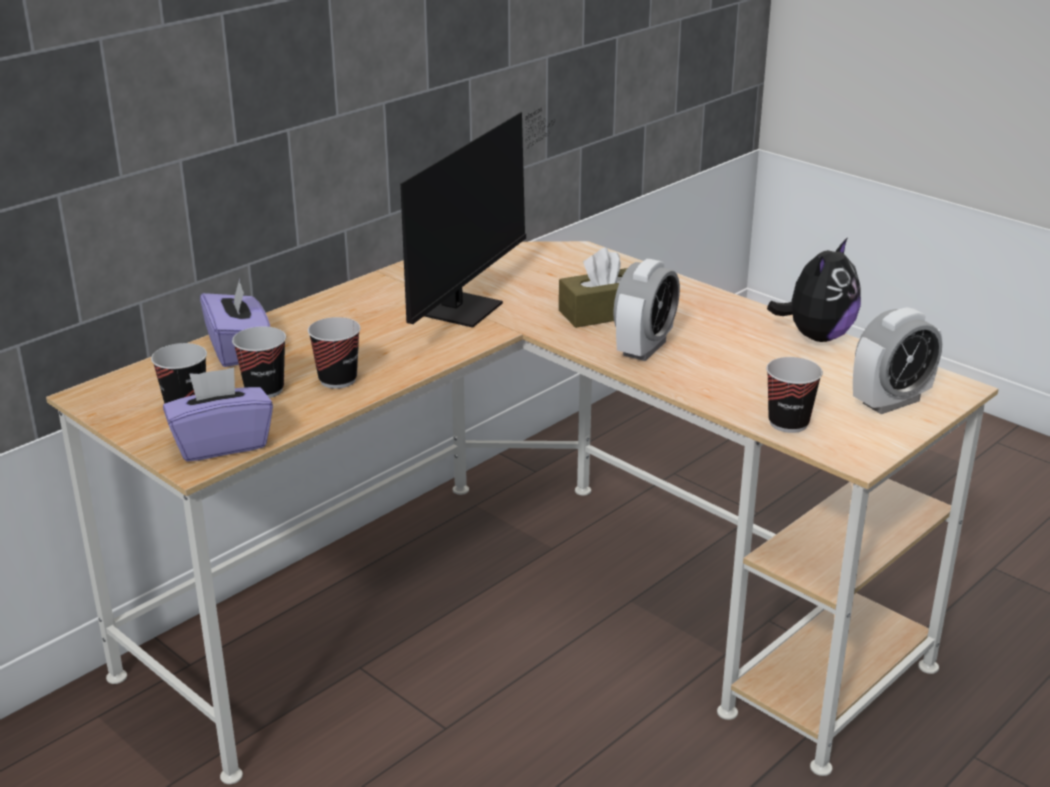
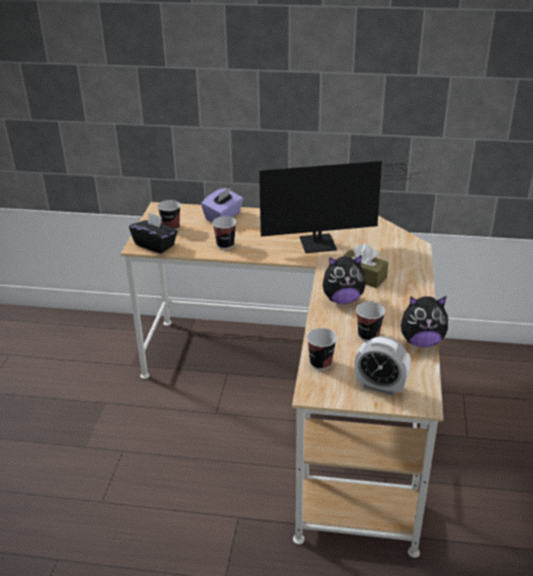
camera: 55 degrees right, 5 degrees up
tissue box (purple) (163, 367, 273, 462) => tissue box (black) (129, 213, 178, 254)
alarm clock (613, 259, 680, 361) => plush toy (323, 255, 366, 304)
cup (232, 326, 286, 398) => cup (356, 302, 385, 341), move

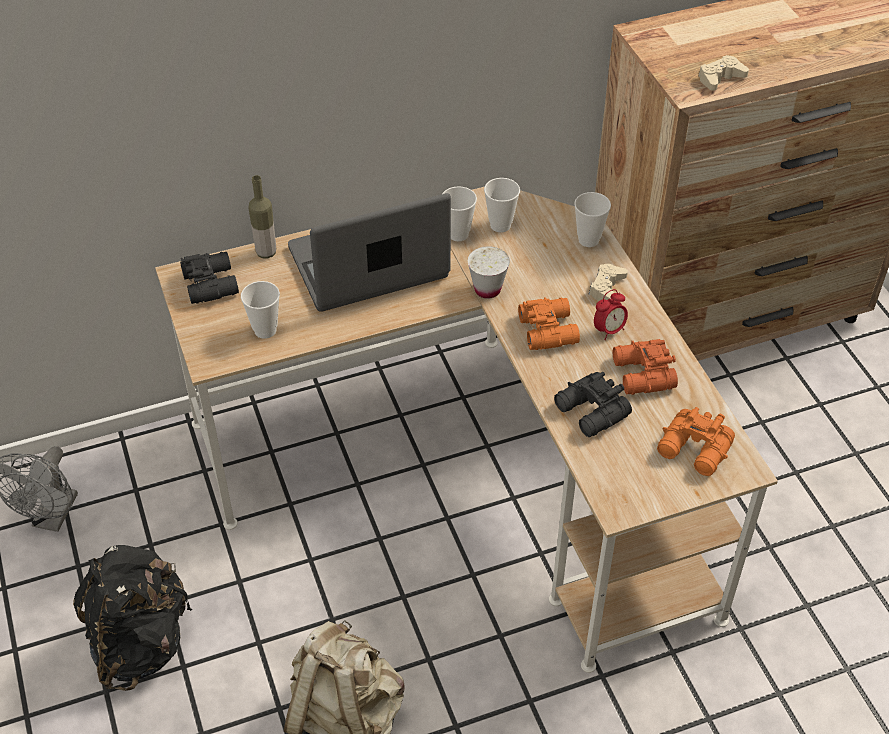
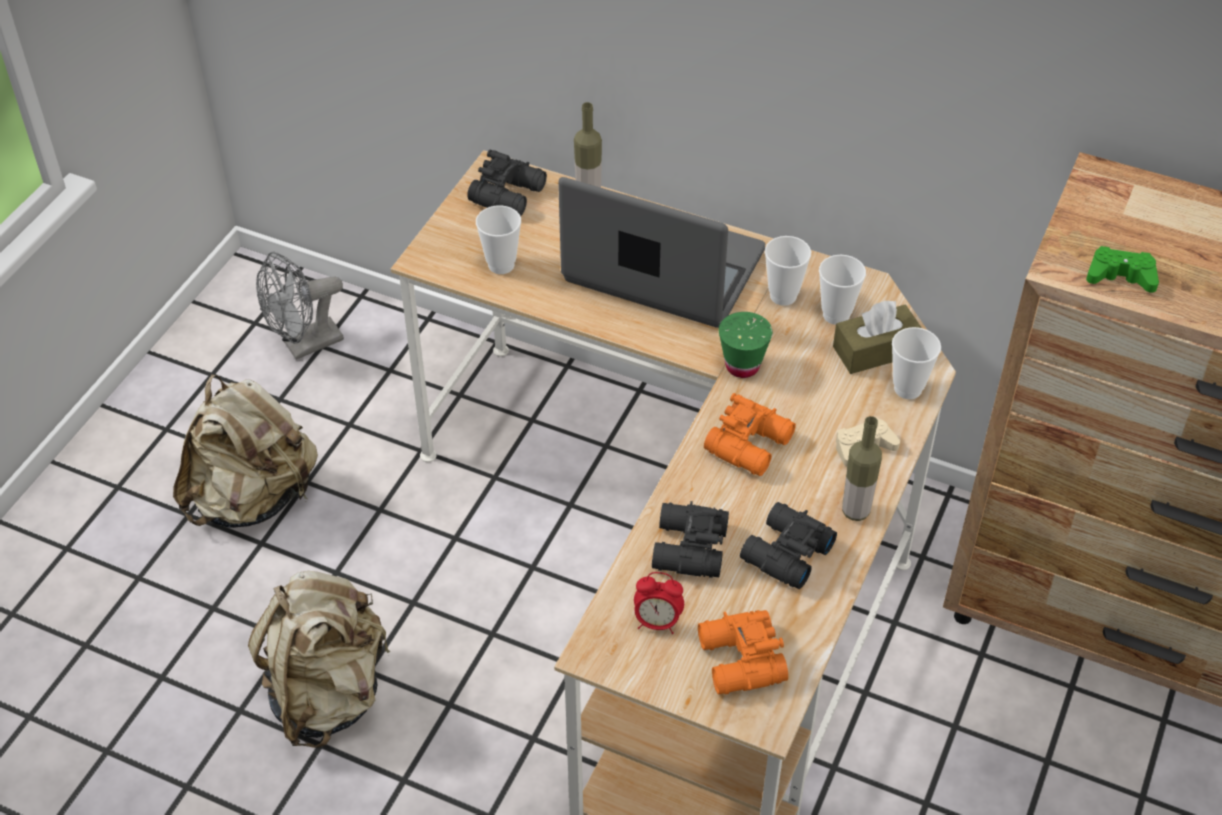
camera: 45 degrees right, 0 degrees up
backpack (black) (73, 545, 193, 691) => backpack (beige) (173, 374, 318, 528)
alarm clock (594, 289, 628, 340) => alarm clock (634, 572, 684, 634), move
cup (white) (468, 246, 510, 298) => cup (green) (719, 312, 773, 378)
binoculars (orange) (613, 339, 678, 395) => binoculars (black) (740, 502, 837, 589)
nothing => tissue box (brown) (833, 300, 922, 374)
nothing => bottle (842, 416, 882, 521)
game controller (beige) (699, 55, 749, 91) => game controller (green) (1086, 246, 1159, 293)

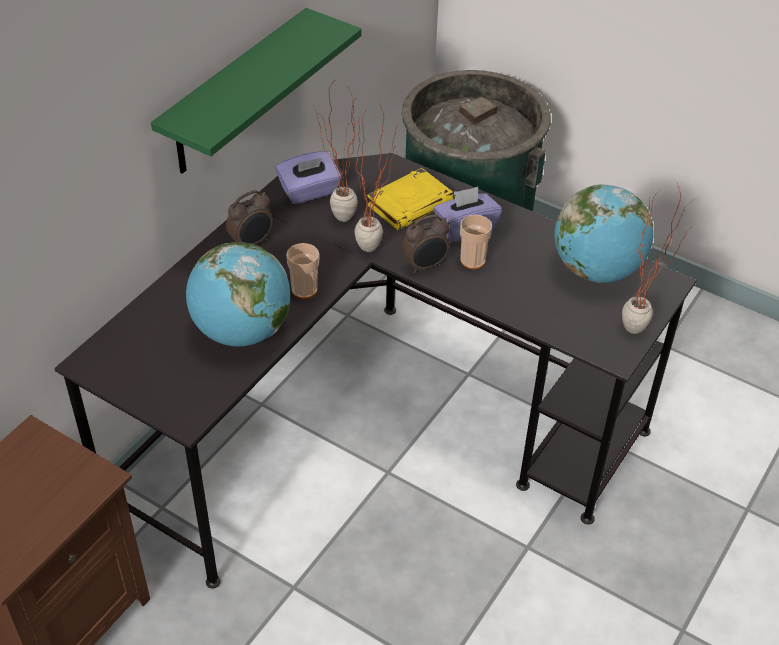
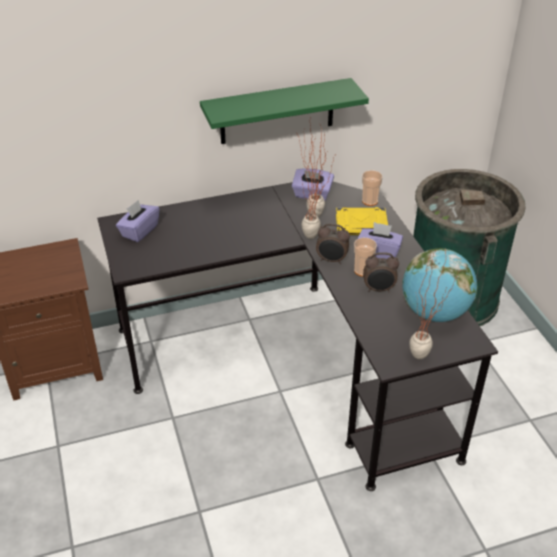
camera: 40 degrees right, 5 degrees down
nothing => tissue box (purple) (116, 200, 159, 242)
cup (286, 243, 319, 299) => cup (362, 170, 383, 206), move
alarm clock (226, 190, 273, 245) => alarm clock (363, 252, 399, 292), move
globe (186, 242, 290, 346) => nothing

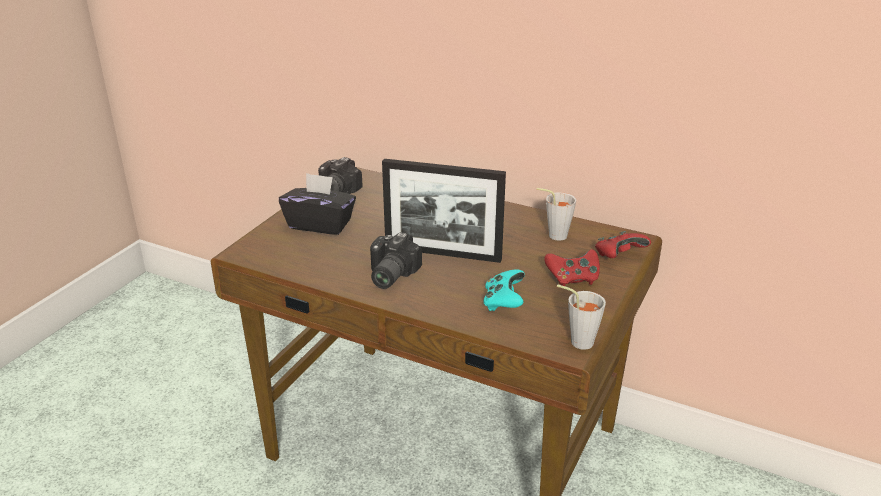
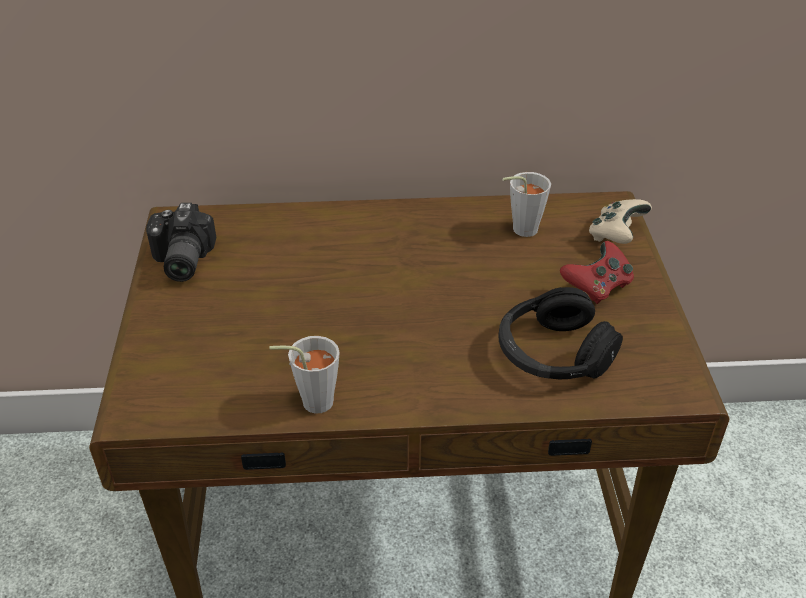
camera: 30 degrees left, 10 degrees up
cup (grey) (557, 284, 606, 350) => cup (grey) (269, 336, 340, 414), move
game controller (turquoise) (483, 269, 525, 311) => headphones (black) (498, 287, 623, 379)
game controller (red) (595, 231, 651, 258) => game controller (beige) (589, 199, 652, 244)
tissue box (black) (279, 173, 356, 235) => nothing
photo camera (370, 232, 422, 289) => nothing
picture frame (382, 159, 506, 263) => nothing

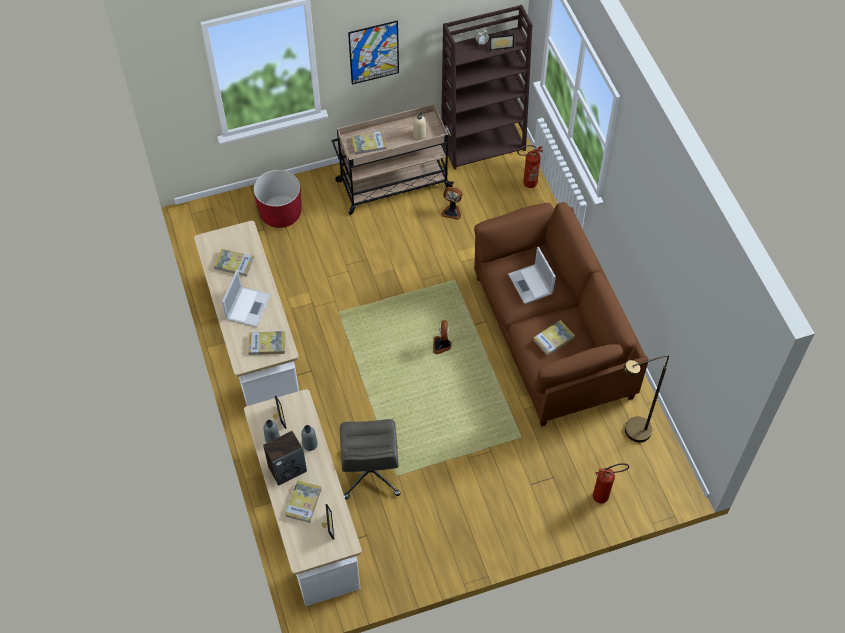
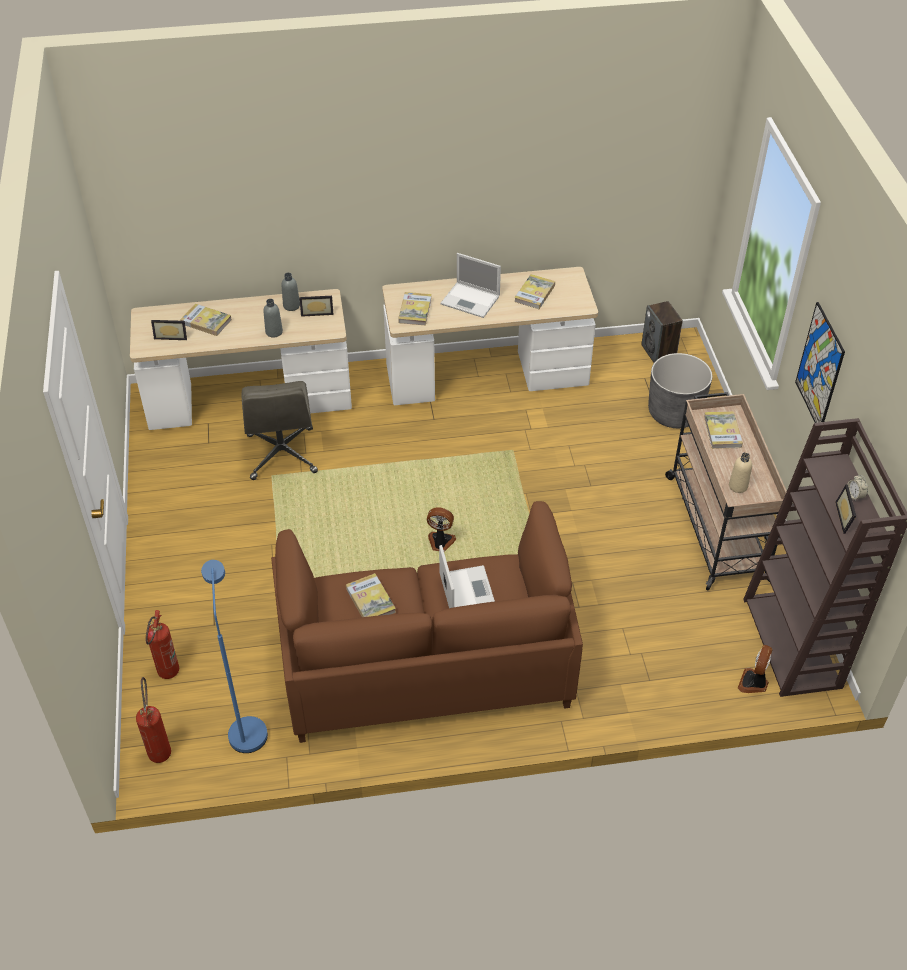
camera: 100 degrees right, 10 degrees down
fire extinguisher (517, 145, 543, 188) => fire extinguisher (136, 677, 171, 763), move
floor lamp (brown) (623, 355, 669, 442) => floor lamp (blue) (201, 560, 268, 753)
office chair (grey) (340, 419, 401, 499) => office chair (grey) (241, 381, 318, 480), 105 degrees counterclockwise
laptop (508, 247, 556, 304) => laptop (439, 545, 495, 608), 90 degrees clockwise
speaker (263, 431, 307, 486) => speaker (641, 301, 683, 363), move
planter (red) (254, 170, 302, 228) => planter (grey) (648, 353, 712, 428)
fan (441, 187, 462, 220) => fan (738, 645, 773, 693), move

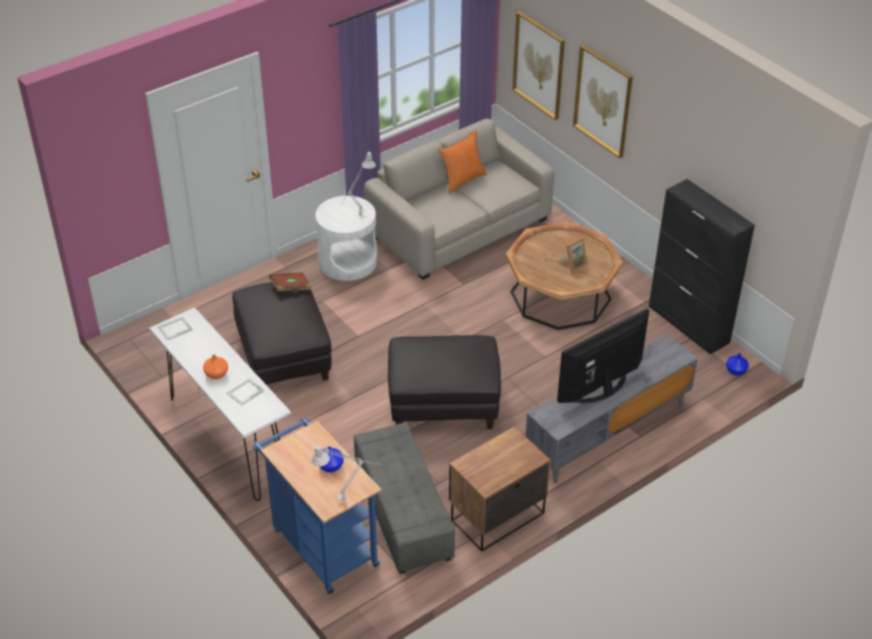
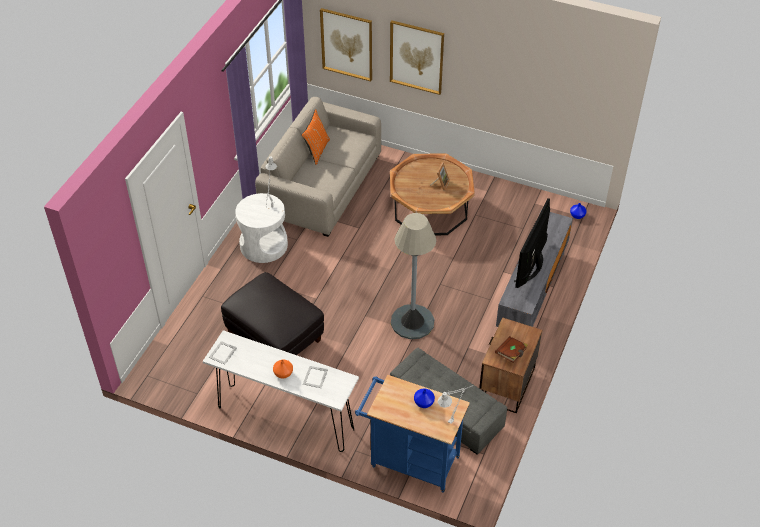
camera: 30 degrees left, 5 degrees up
ottoman (black) (388, 335, 501, 429) => floor lamp (grey) (391, 213, 436, 339)
book (brown) (269, 272, 312, 293) => book (brown) (495, 336, 528, 363), move
cabinet (black) (649, 179, 755, 355) => nothing

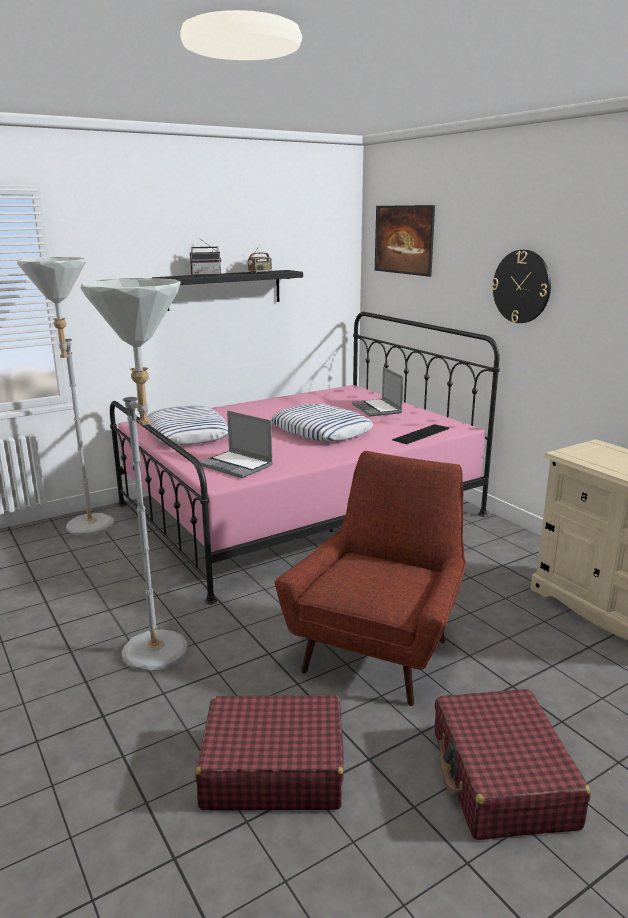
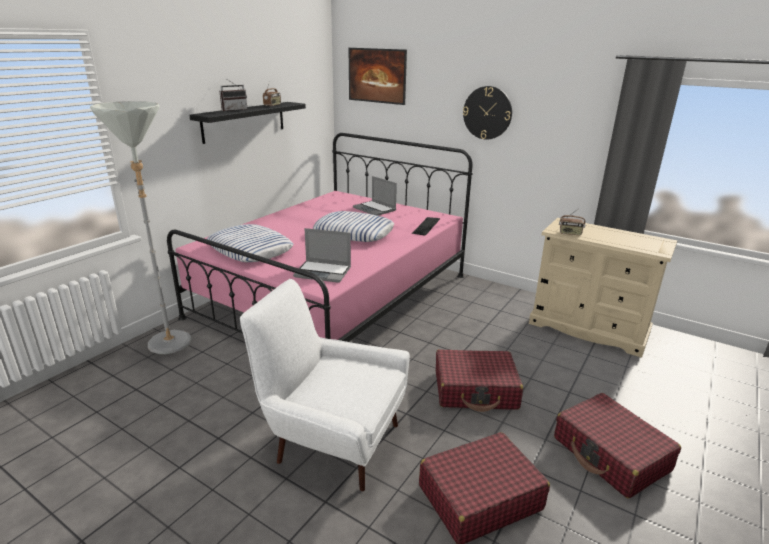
camera: 25 degrees left, 5 degrees up
floor lamp (grey) (81, 278, 187, 671) => armchair (white) (240, 279, 410, 491)
armchair (red) (275, 451, 466, 706) => suitcase (red) (436, 349, 523, 412)
nothing => radio (559, 209, 585, 235)

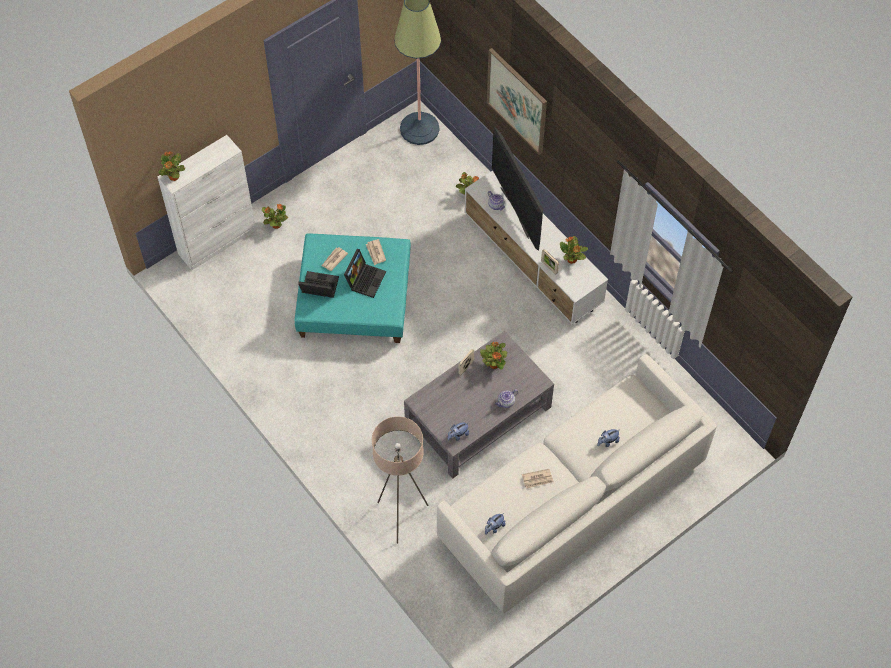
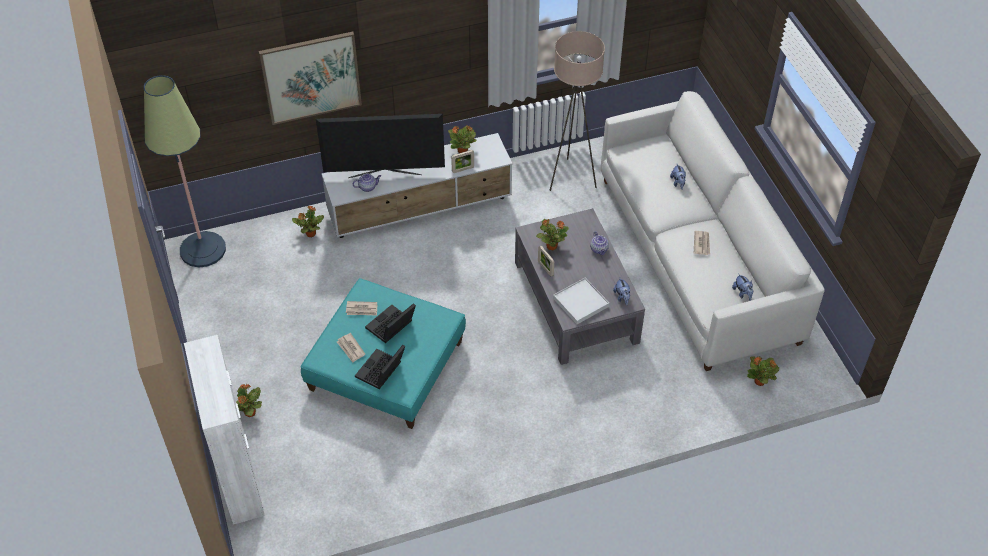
camera: 70 degrees left, 10 degrees down
laptop (344, 249, 386, 298) => laptop (365, 303, 416, 343), 90 degrees counterclockwise
floor lamp (beige) (372, 416, 428, 544) => floor lamp (beige) (549, 31, 605, 191), move
nothing => tray (white) (553, 278, 609, 324)
potted plant (158, 151, 185, 181) => potted plant (747, 356, 779, 386), move

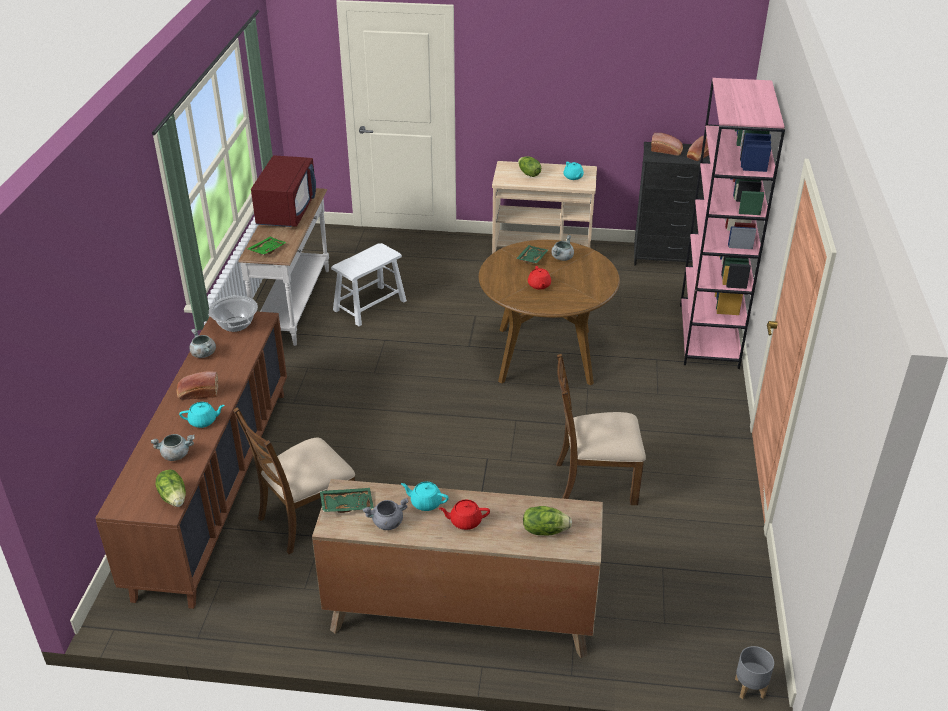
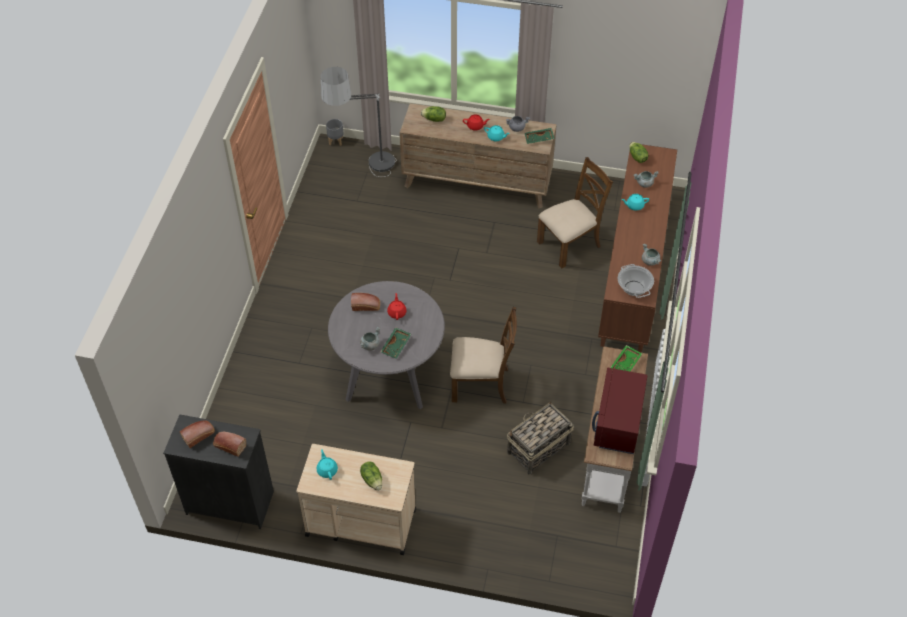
camera: 175 degrees left, 15 degrees up
nothing => floor lamp (321, 67, 396, 177)
dining table (brown) (479, 240, 620, 385) => dining table (grey) (328, 281, 445, 409)
bread (177, 371, 219, 400) => bread (351, 293, 380, 311), move
chair (brown) (556, 354, 646, 505) => chair (brown) (450, 307, 517, 403), move
stool (white) (331, 243, 407, 326) => basket (507, 401, 574, 474)
bookcase (pink) (680, 78, 785, 369) => nothing

